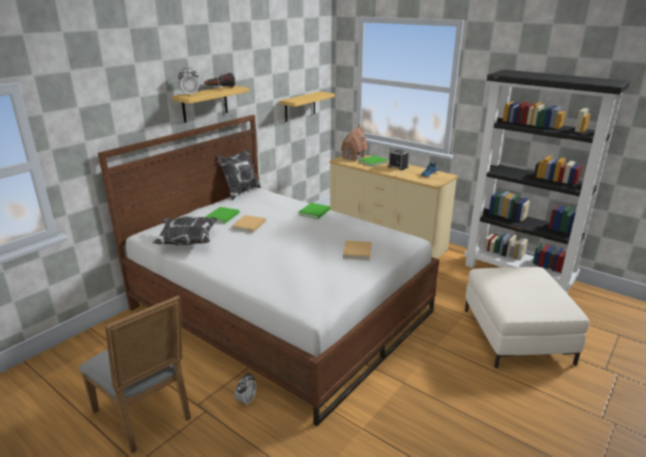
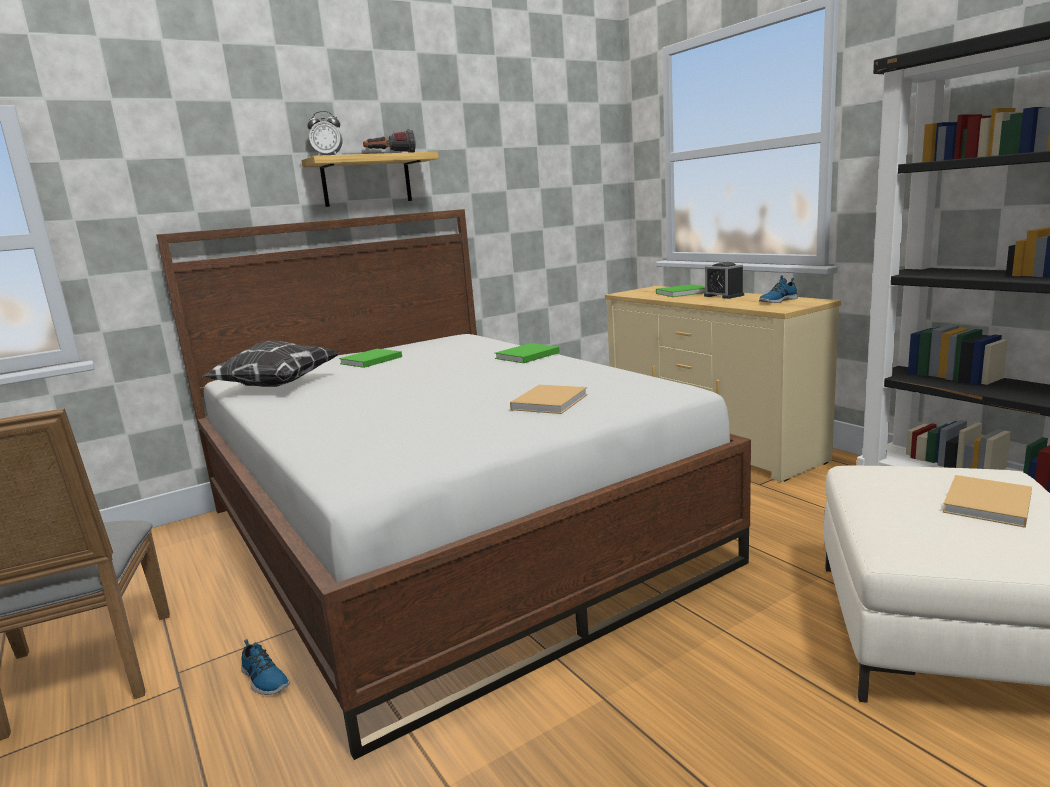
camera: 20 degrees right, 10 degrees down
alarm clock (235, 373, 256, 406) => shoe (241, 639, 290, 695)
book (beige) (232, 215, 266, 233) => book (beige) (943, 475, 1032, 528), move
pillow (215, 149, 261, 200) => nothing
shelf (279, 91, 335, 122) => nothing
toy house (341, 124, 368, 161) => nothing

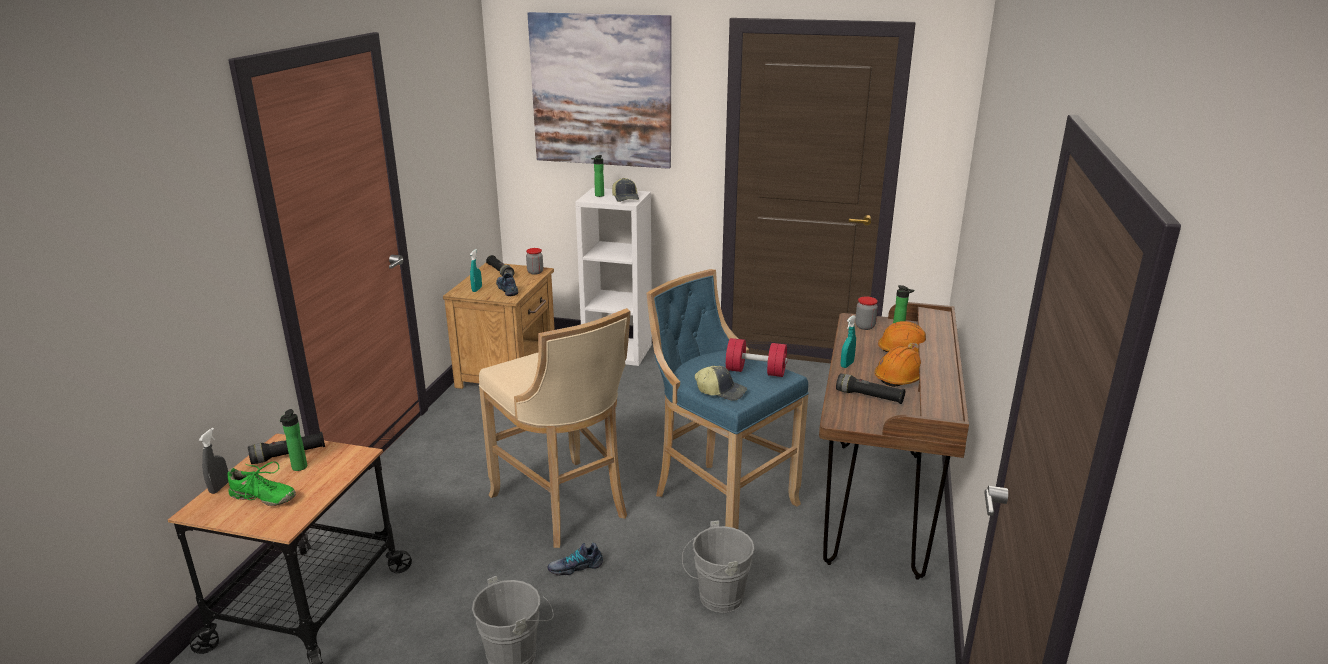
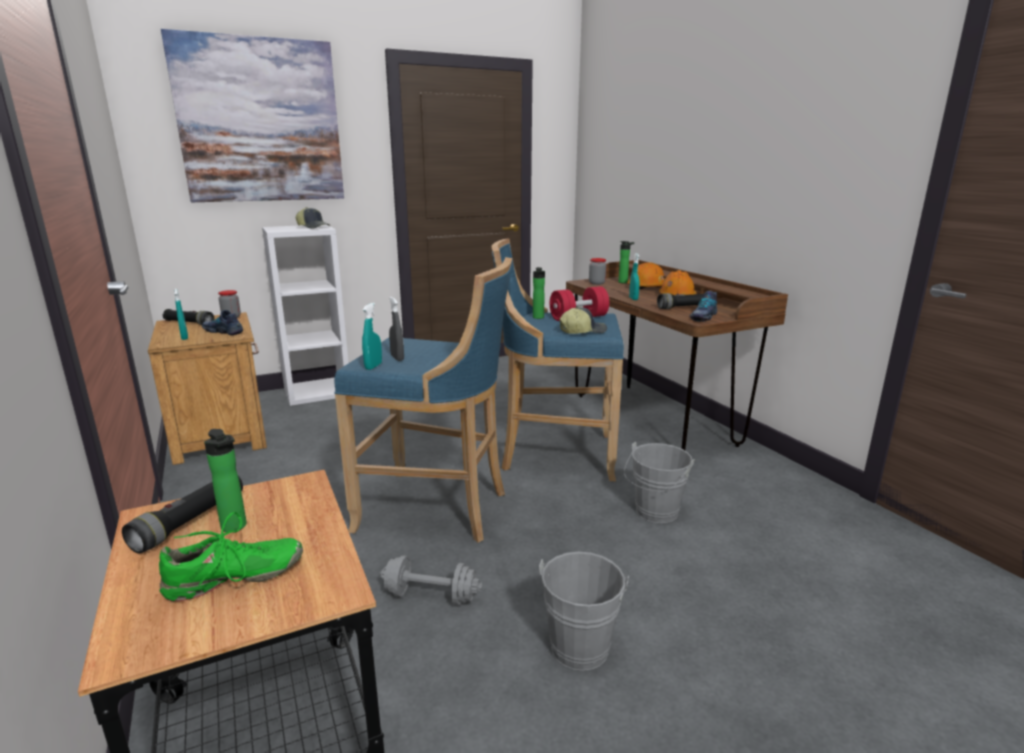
camera: 40 degrees left, 5 degrees down
stool (beige) (479, 308, 631, 548) => stool (blue) (334, 257, 512, 543)
nothing => spray bottle (turquoise) (362, 303, 382, 370)
nothing => dumbbell (grey) (380, 555, 482, 605)
spray bottle (grey) (199, 428, 228, 494) => spray bottle (grey) (389, 297, 404, 361), move
bottle (591, 155, 604, 197) => bottle (533, 267, 545, 319), move
shoe (547, 543, 603, 576) => shoe (690, 291, 717, 322), move

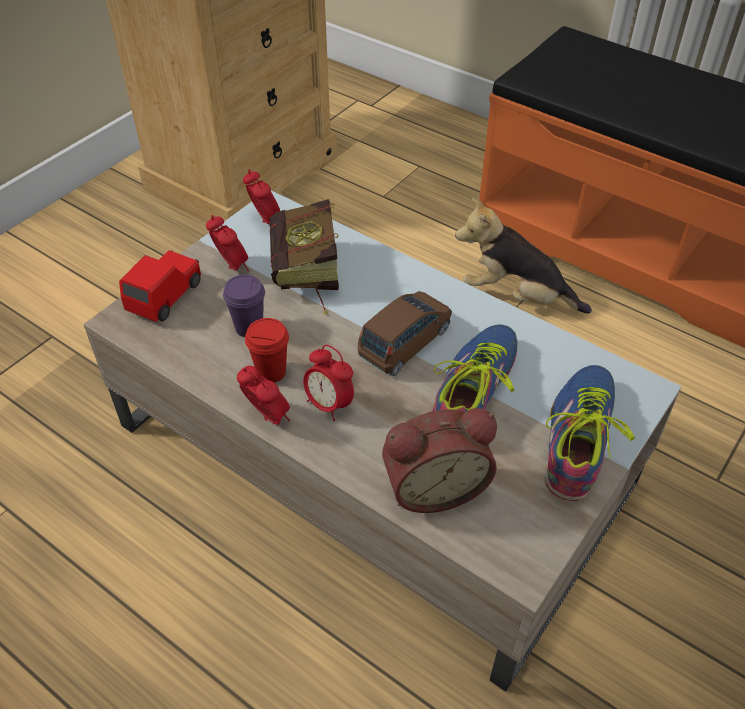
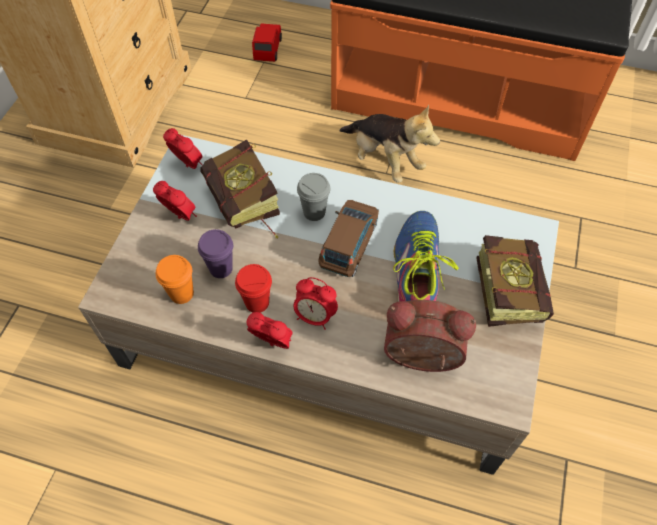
camera: 20 degrees left, 10 degrees up
nothing => cup (orange) (156, 255, 194, 304)
toy car (red) (119, 250, 201, 322) => toy car (red) (252, 24, 282, 62), move
nothing => cup (grey) (297, 173, 330, 221)
plush toy (455, 198, 592, 313) => plush toy (339, 105, 440, 182), 135 degrees counterclockwise
alarm clock (382, 408, 497, 513) => alarm clock (384, 300, 476, 372), 135 degrees counterclockwise
shoe (545, 365, 635, 501) => book (477, 235, 554, 327)

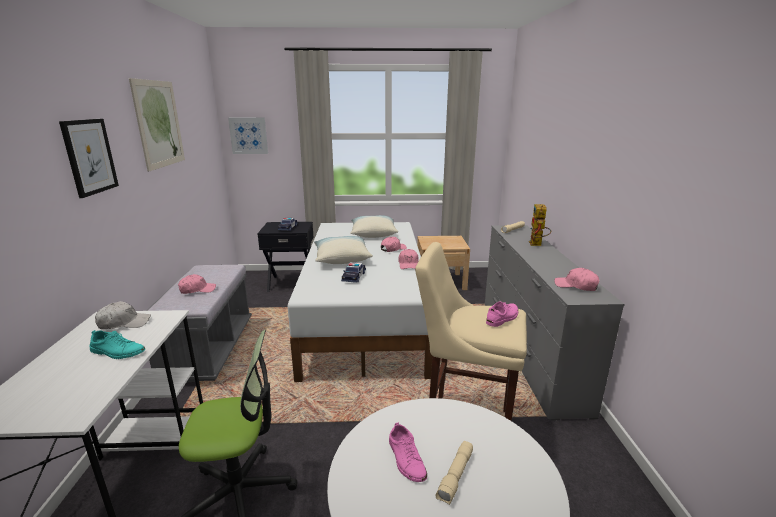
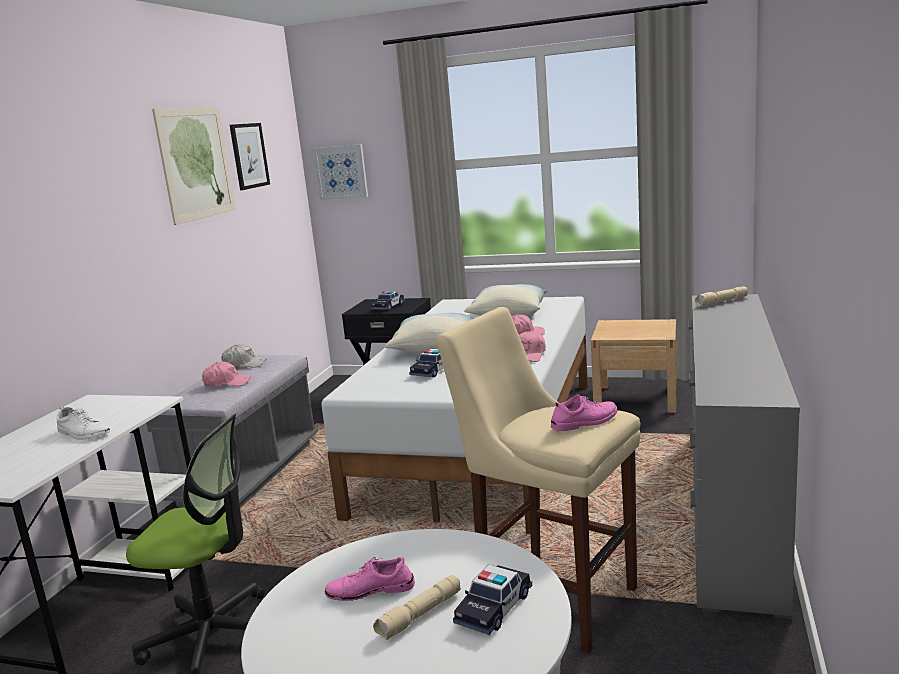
camera: 20 degrees right, 5 degrees down
shoe (turquoise) (90, 330, 145, 359) => shoe (white) (56, 406, 110, 440)
cap (white) (95, 301, 151, 329) => cap (white) (221, 344, 266, 368), move
picture (59, 119, 119, 198) => picture (230, 123, 270, 190), move
shoe (pink) (389, 422, 427, 482) => shoe (pink) (325, 557, 415, 601), 90 degrees clockwise
nothing => toy car (453, 565, 532, 635)
toy robot (529, 204, 551, 246) => nothing
cap (pink) (554, 268, 600, 291) => nothing

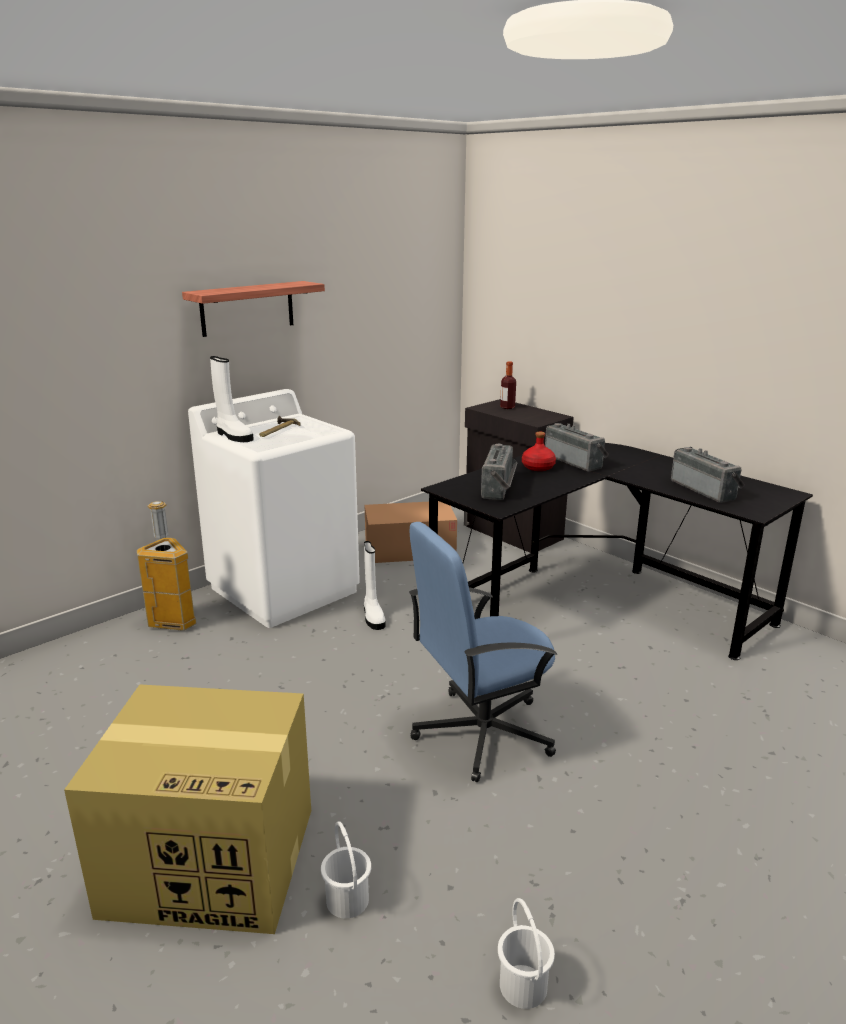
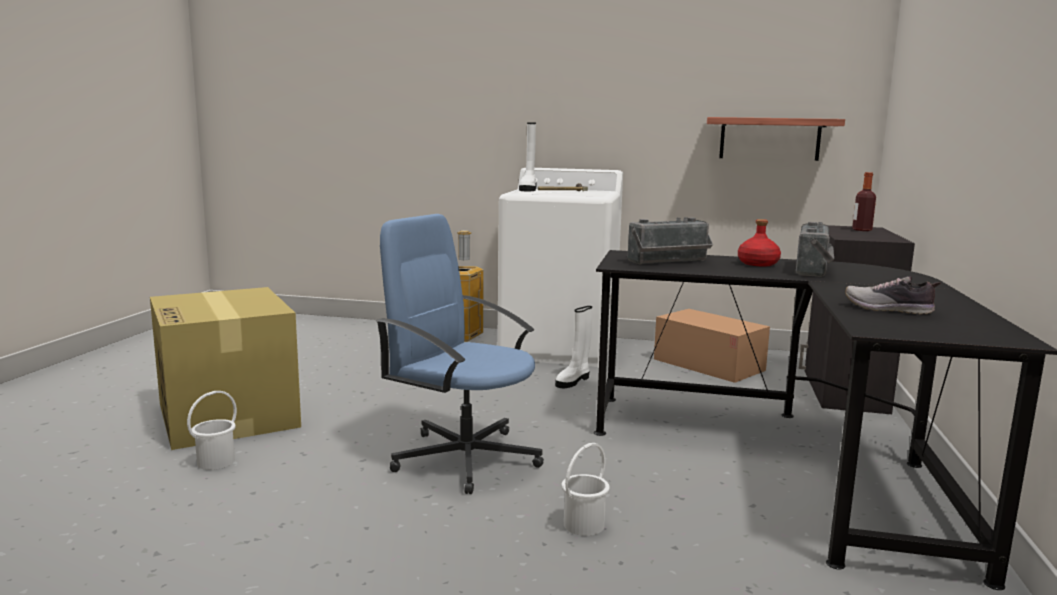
camera: 55 degrees right, 10 degrees down
bucket (white) (498, 898, 555, 1009) => bucket (white) (562, 443, 610, 536), move
shelf (182, 281, 325, 337) => shelf (707, 117, 845, 161), move
radio (671, 447, 745, 503) => shoe (845, 276, 941, 315)

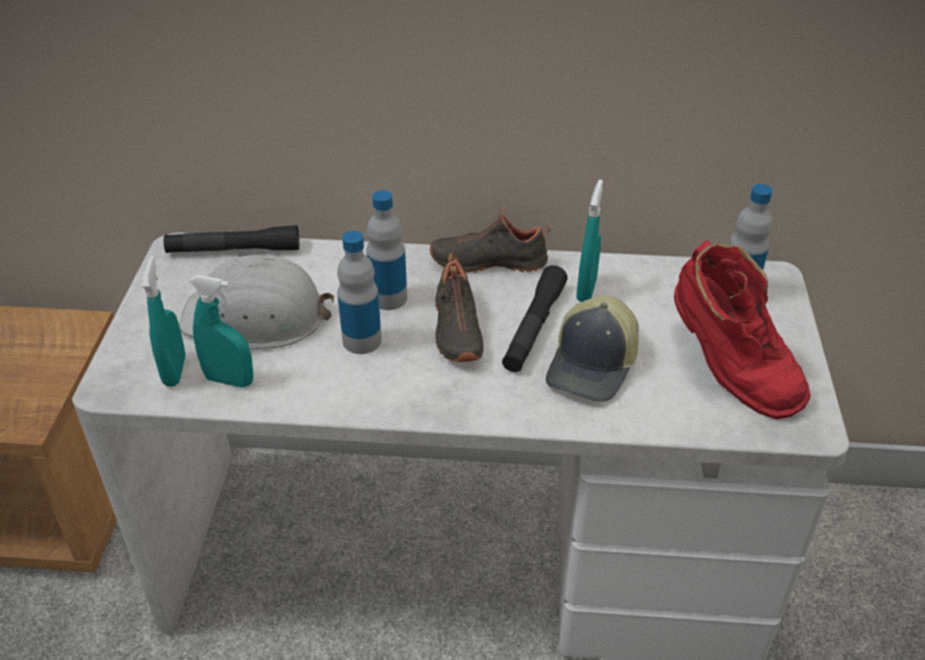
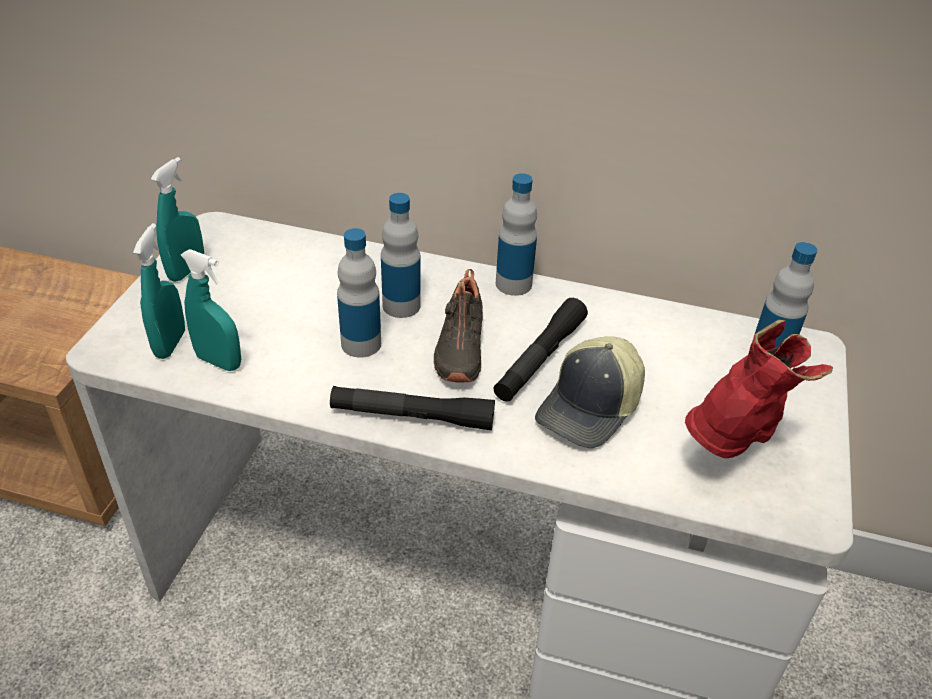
camera: 10 degrees right, 0 degrees up
spray bottle (turquoise) (576, 180, 603, 302) => spray bottle (turquoise) (151, 157, 204, 282), move
flashlight (black) (164, 225, 299, 253) => flashlight (black) (330, 386, 495, 430), move
shoe (black) (430, 207, 550, 273) => bottle (496, 173, 537, 296)
boot (red) (674, 240, 811, 420) => boot (red) (685, 320, 833, 458), 120 degrees counterclockwise
hard hat (white) (179, 255, 334, 349) => nothing

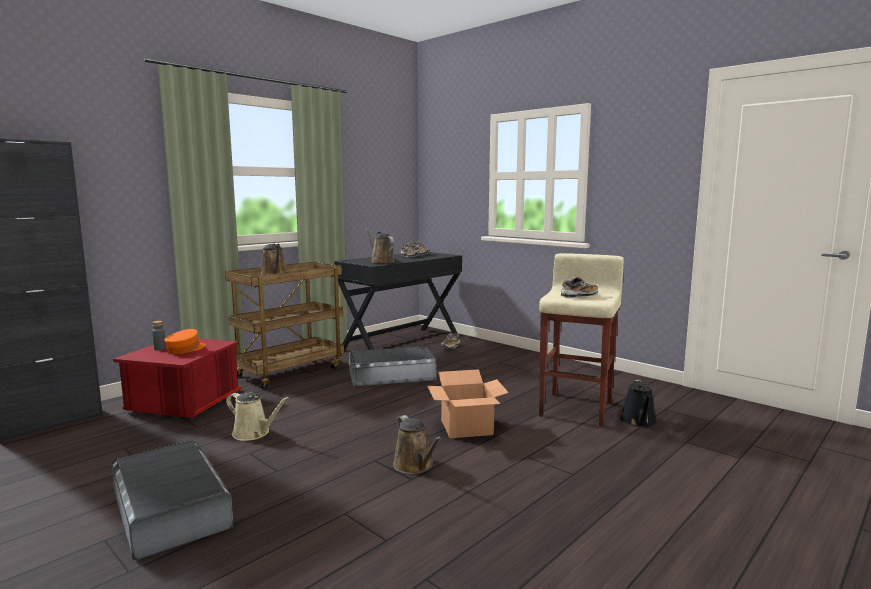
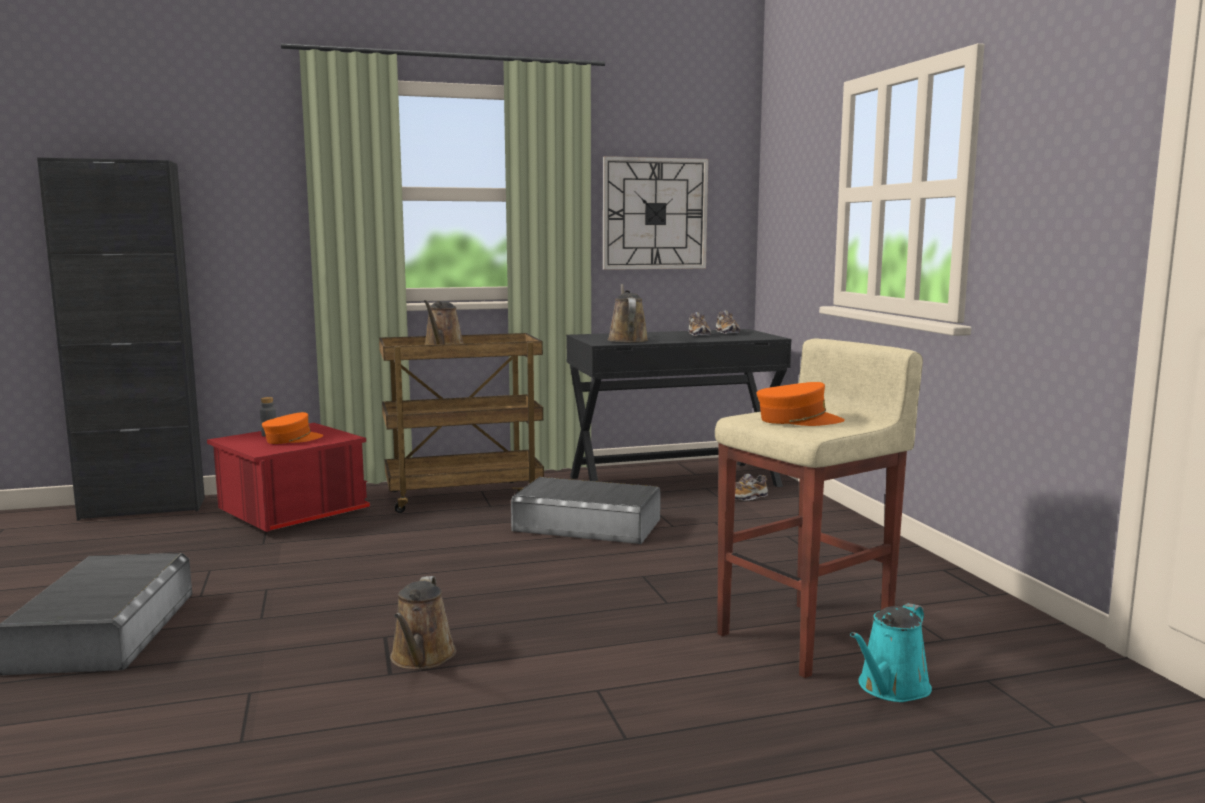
camera: 30 degrees right, 0 degrees up
nothing => wall clock (603, 156, 708, 270)
shoe (561, 277, 598, 298) => cap (orange) (757, 382, 845, 426)
watering can (black) (620, 380, 657, 427) => watering can (turquoise) (850, 603, 932, 702)
watering can (beige) (226, 392, 289, 441) => nothing
cardboard box (427, 369, 509, 438) => nothing

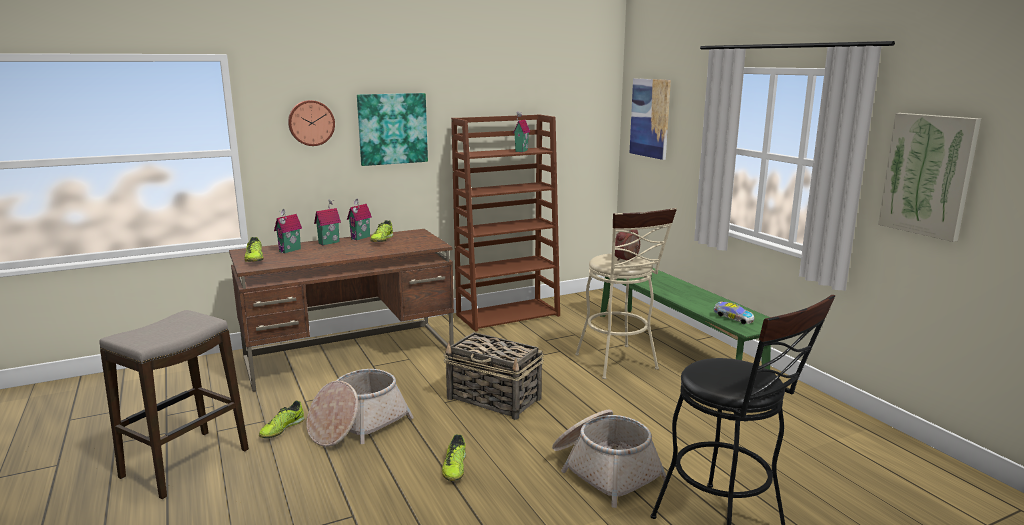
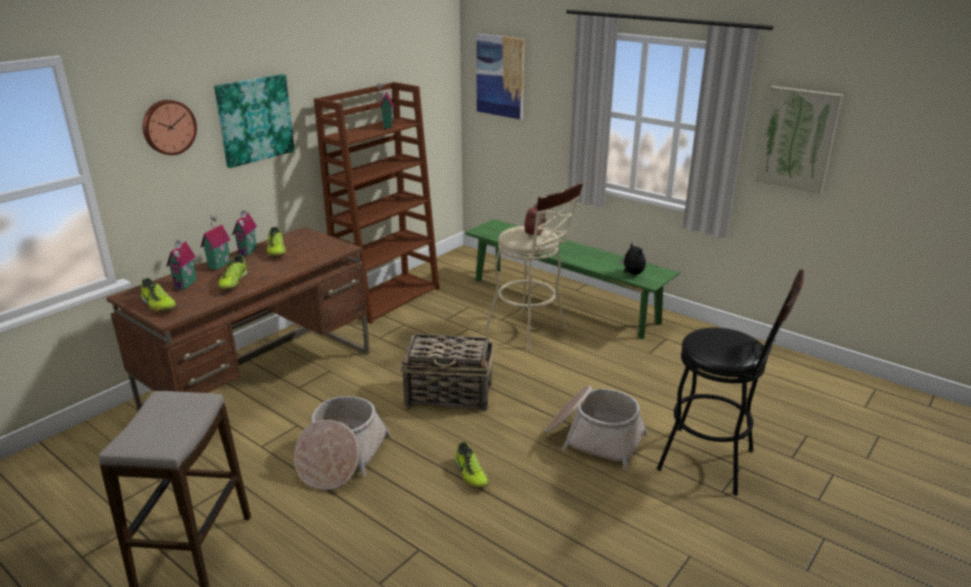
camera: 25 degrees left, 10 degrees up
shoe (259, 401, 305, 438) => shoe (218, 255, 248, 290), move
toy car (714, 301, 755, 324) => plush toy (621, 243, 646, 275)

